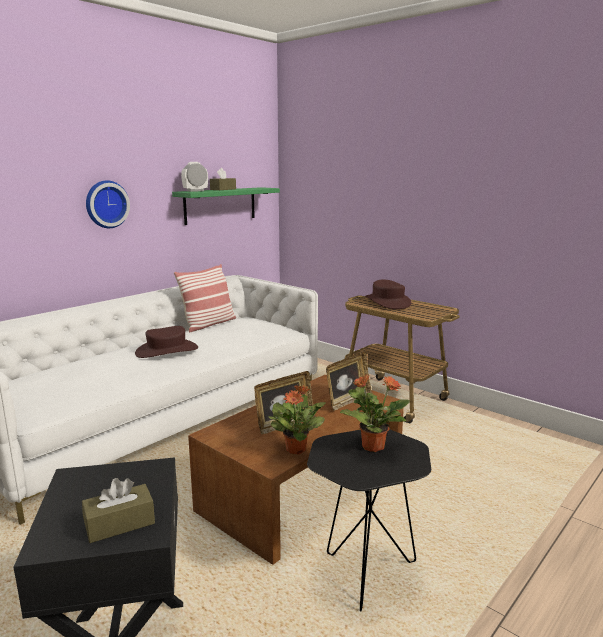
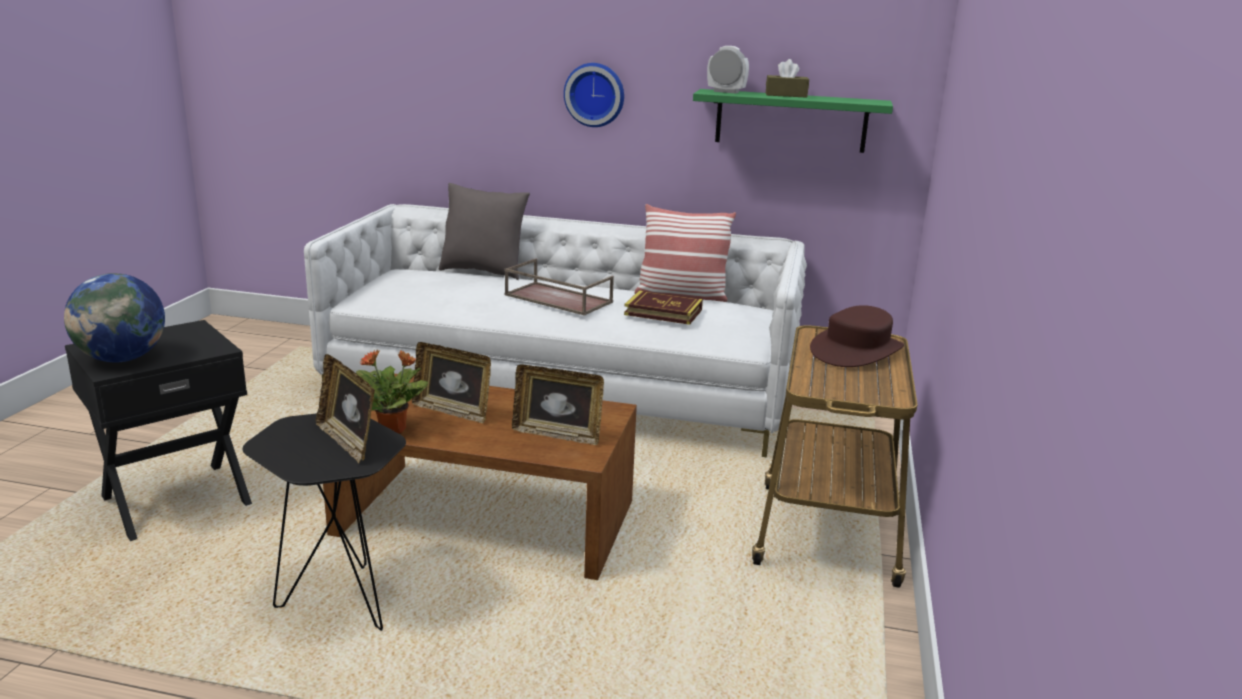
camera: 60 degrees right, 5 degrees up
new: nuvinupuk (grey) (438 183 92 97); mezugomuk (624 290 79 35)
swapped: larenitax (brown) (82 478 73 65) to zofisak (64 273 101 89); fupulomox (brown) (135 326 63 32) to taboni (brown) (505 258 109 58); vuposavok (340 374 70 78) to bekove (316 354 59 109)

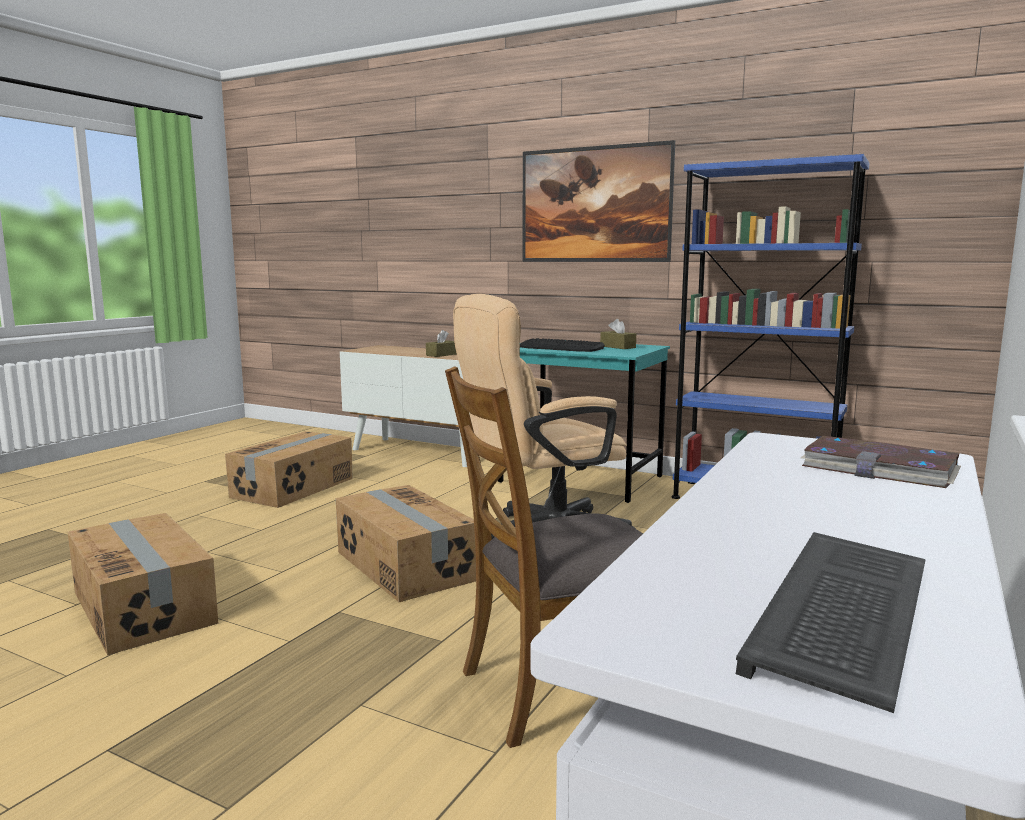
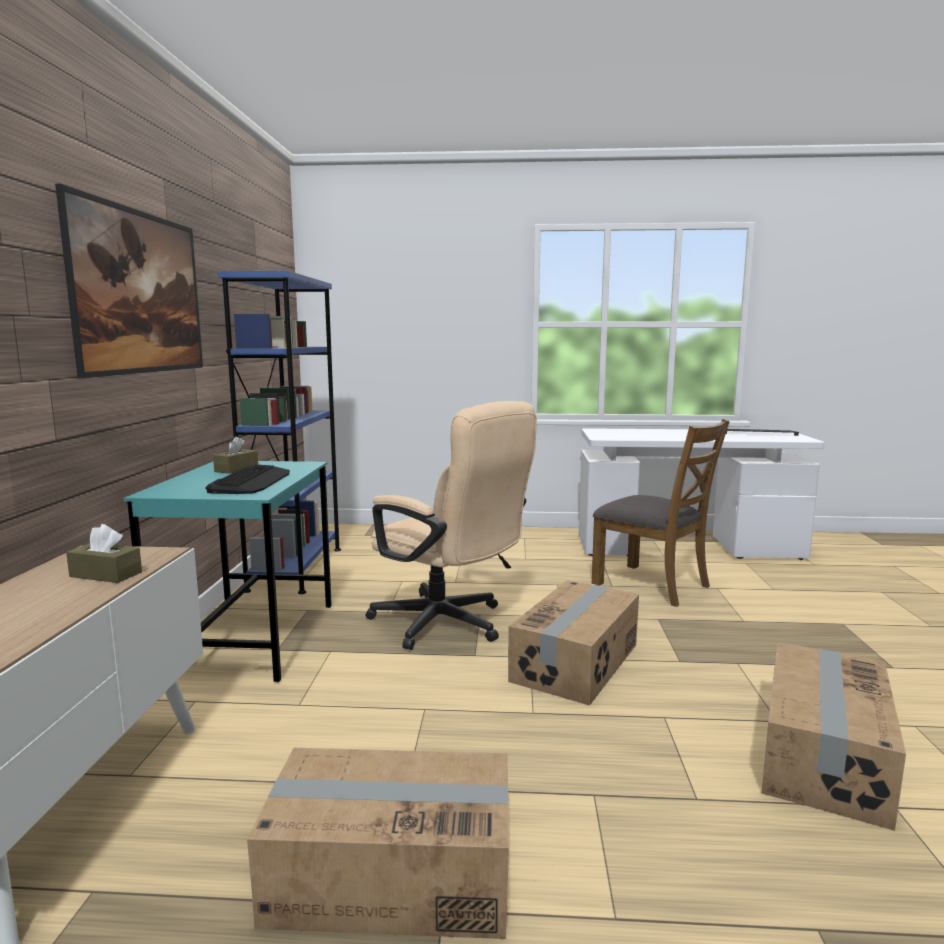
camera: 115 degrees left, 0 degrees up
gone: mezugomuk (801 436 160 52)

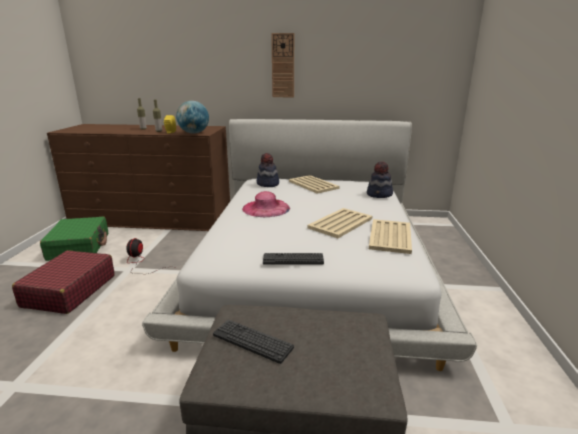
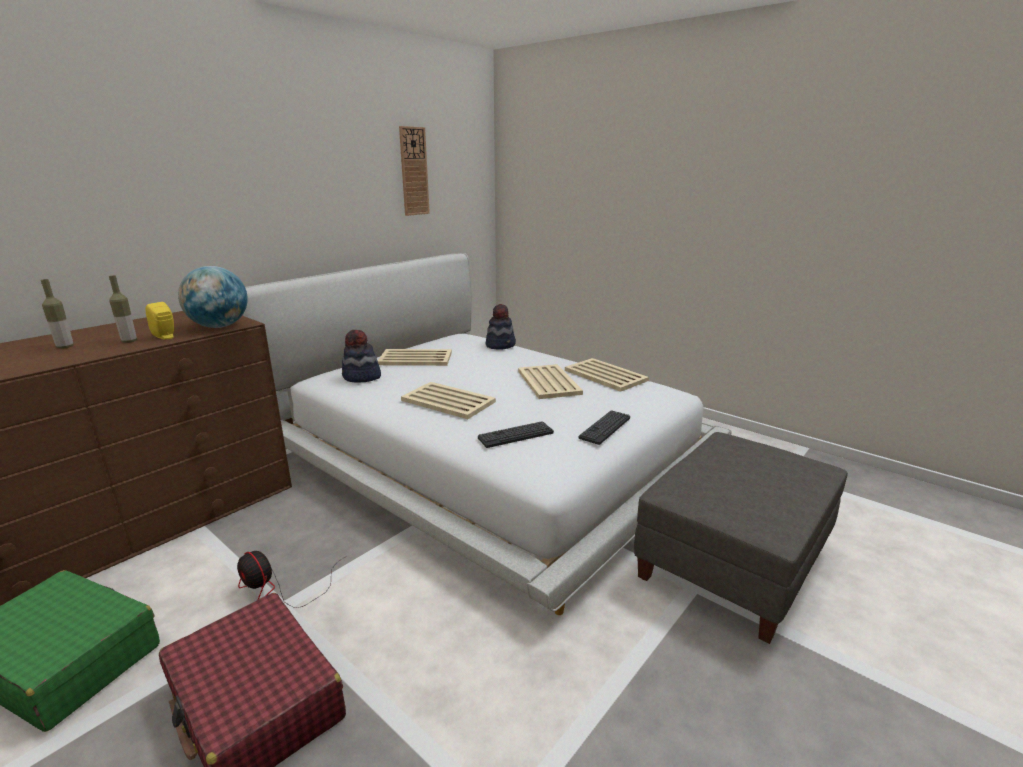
camera: 55 degrees left, 0 degrees up
shifted: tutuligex (213 319 81 45) to (478 421 76 27); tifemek (271 33 23 64) to (399 126 31 90)
swapped: fupulomox (pink) (242 191 48 26) to taboni (beige) (401 382 95 37)

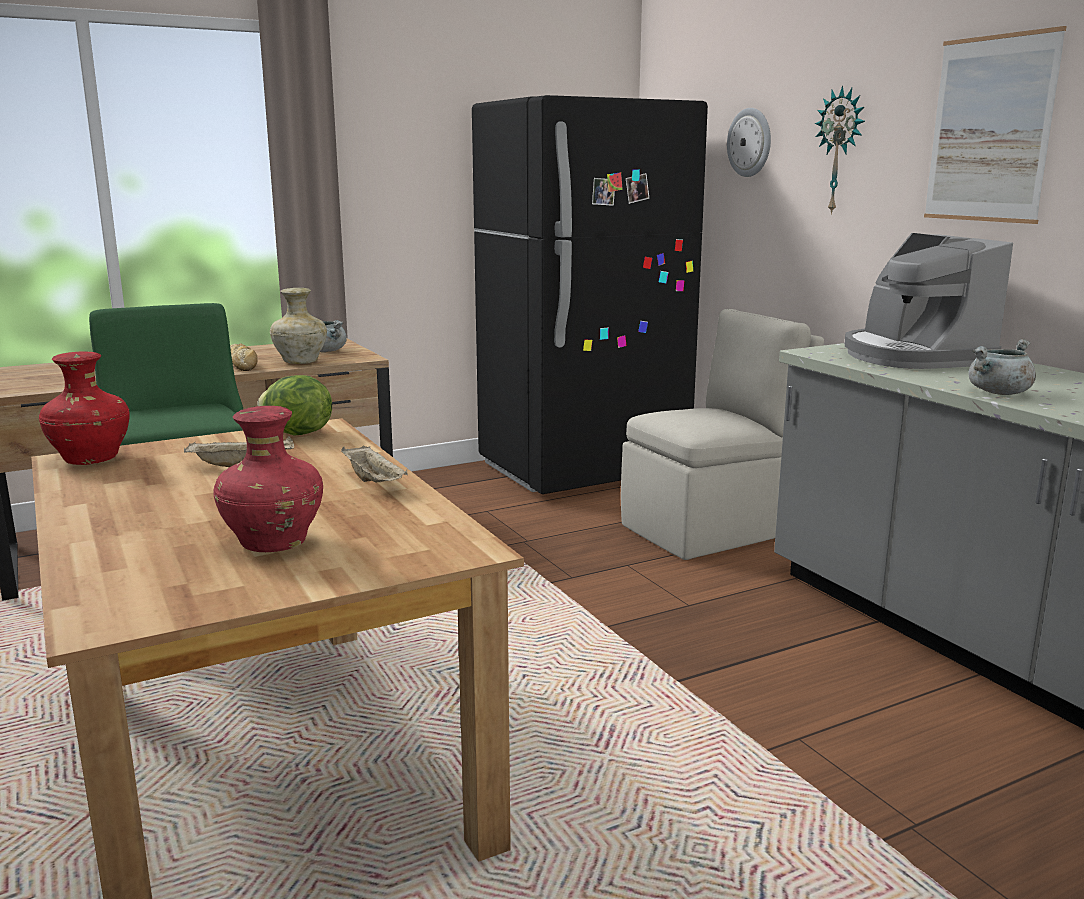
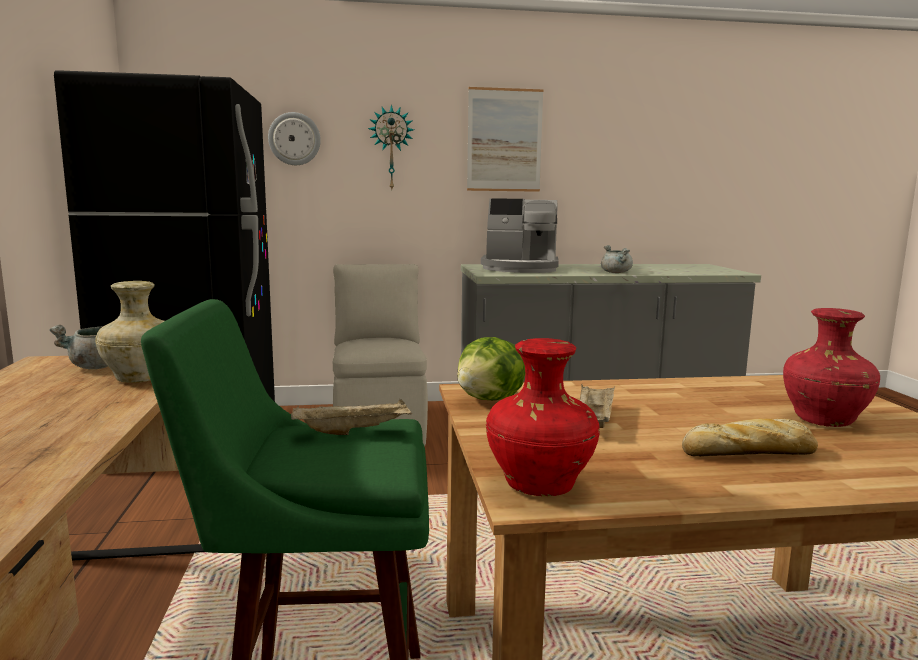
camera: 70 degrees left, 5 degrees down
shifted: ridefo (230 343 28 28) to (682 419 136 37); taboni (beige) (341 446 67 36) to (291 399 121 36)

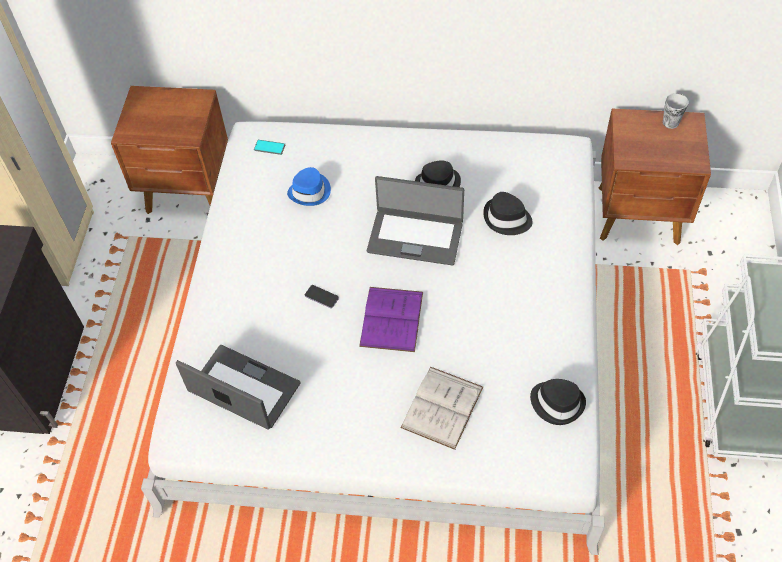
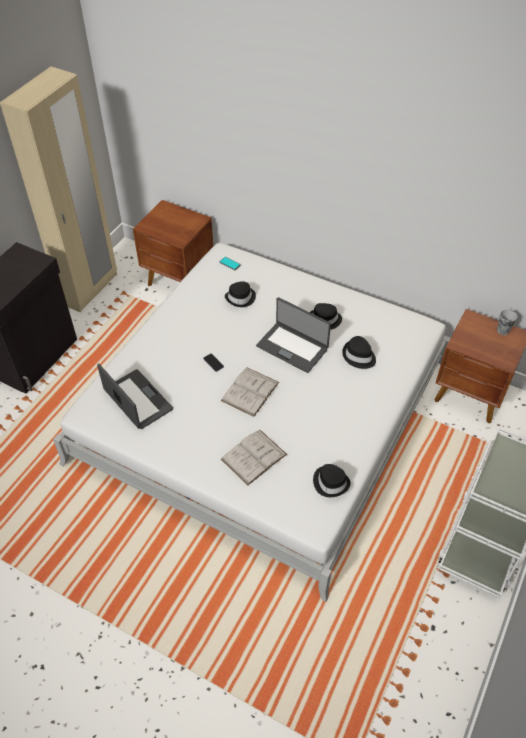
camera: 20 degrees right, 5 degrees down
repainted: fupulomox (blue) (287 167 44 39) to fupulomox (black) (225 281 31 26); mezugomuk (purple) (359 287 64 65) to mezugomuk (white) (221 368 58 49)

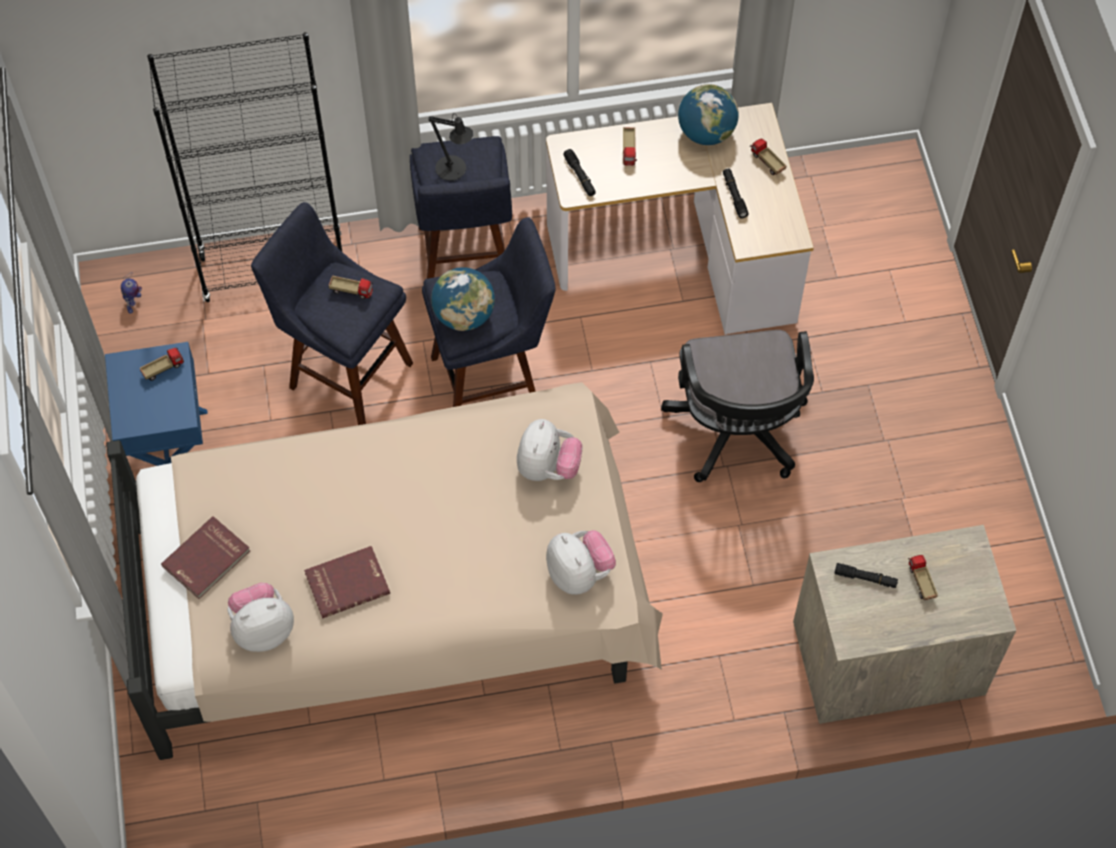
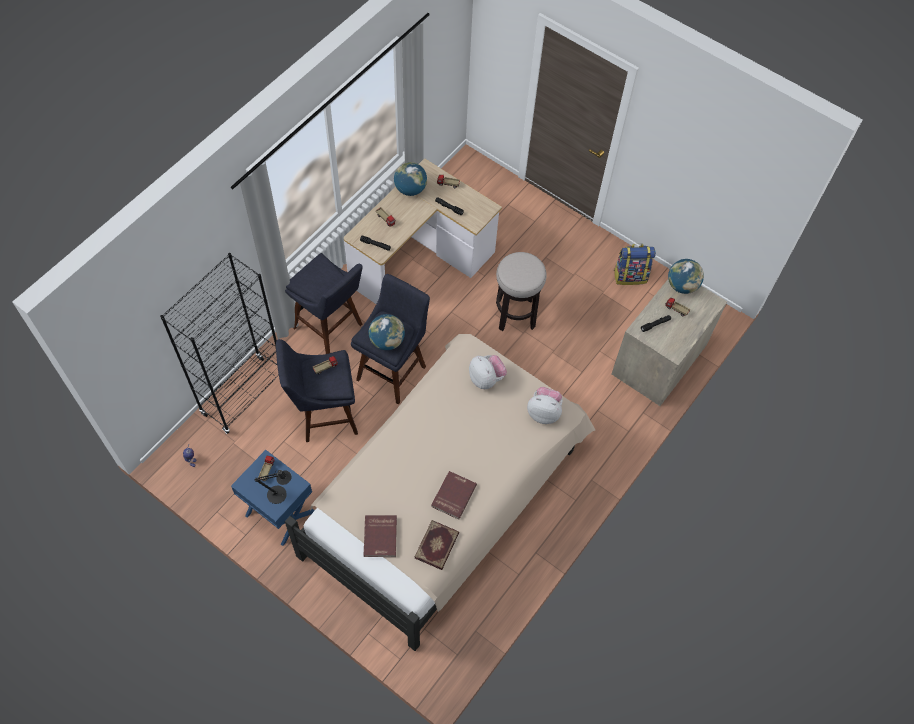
camera: 45 degrees left, 0 degrees up
new: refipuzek (614 244 42 41); zofisak (668 259 36 35)
shifted: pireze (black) (428 113 46 68) to (255 470 37 34)
swapped: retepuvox (228 583 66 69) to mezugomuk (414 520 45 50); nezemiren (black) (661 330 153 152) to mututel (496 252 51 79)

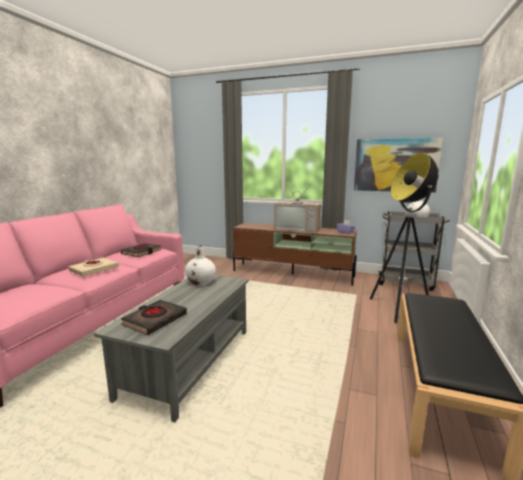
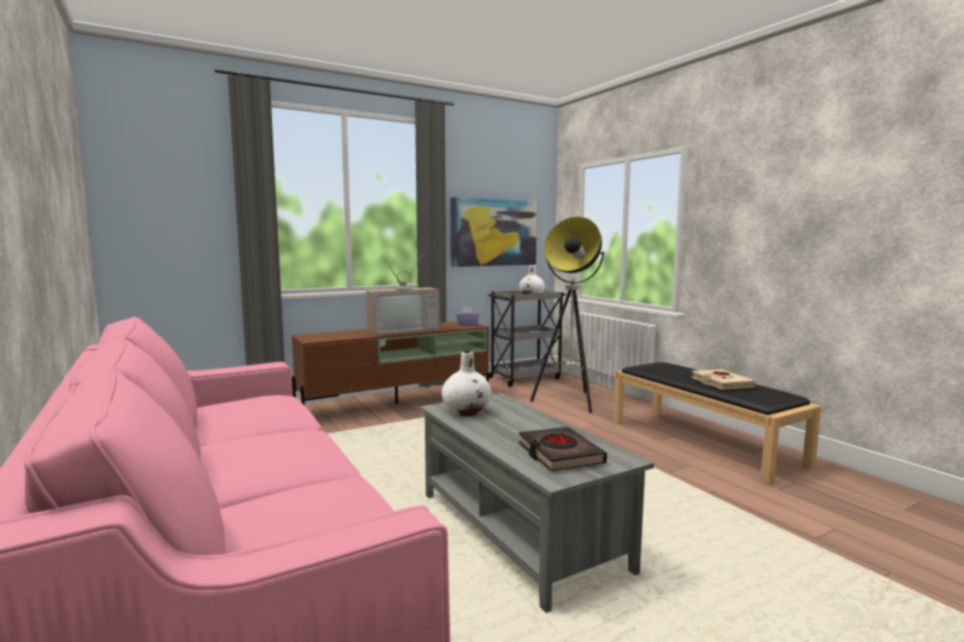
camera: 50 degrees left, 5 degrees down
gone: mezugomuk (black) (120 243 41 14)
shifted: mezugomuk (beige) (68 258 51 19) to (691 369 64 21)

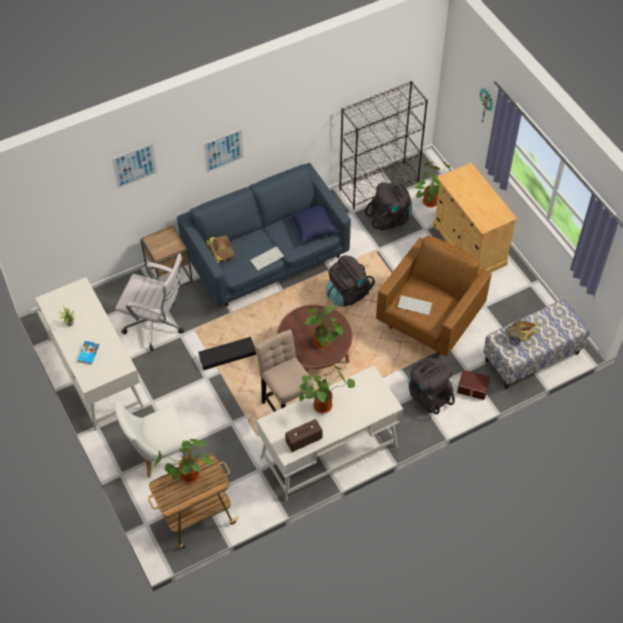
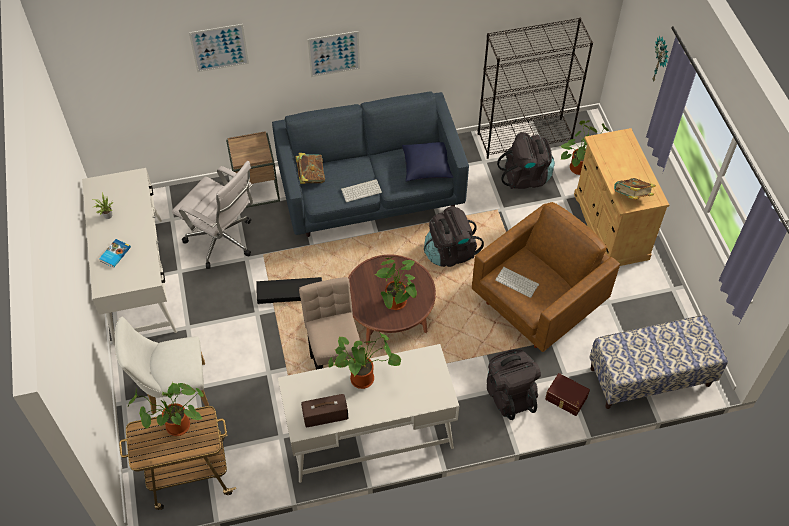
camera: 15 degrees right, 0 degrees up
shifted: mezugomuk (506 320 32 21) to (614 178 42 22)

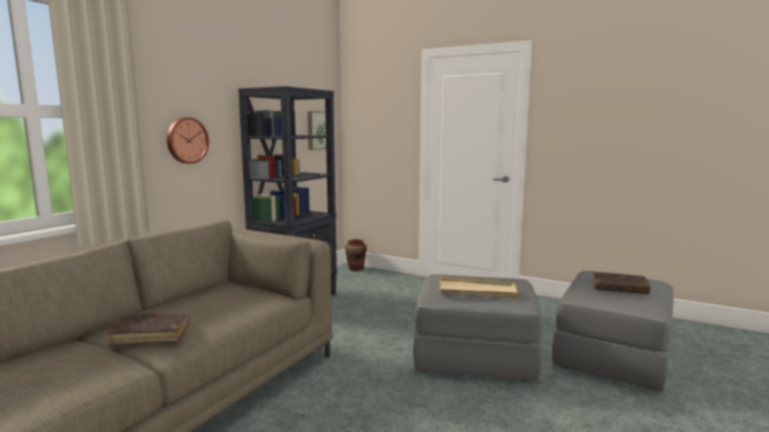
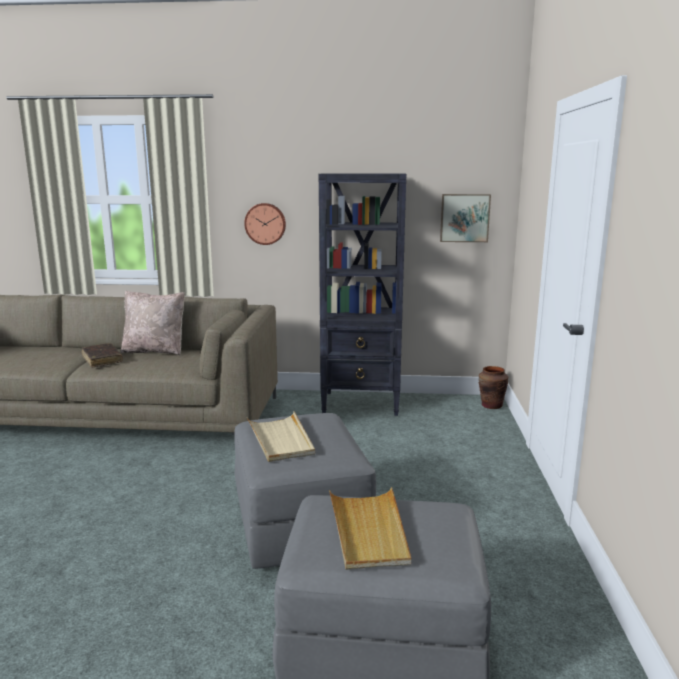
camera: 65 degrees right, 5 degrees up
new: nuvinupuk (beige) (120 291 65 64)
swapped: mezugomuk (brown) (592 272 59 22) to taboni (beige) (329 487 82 83)

